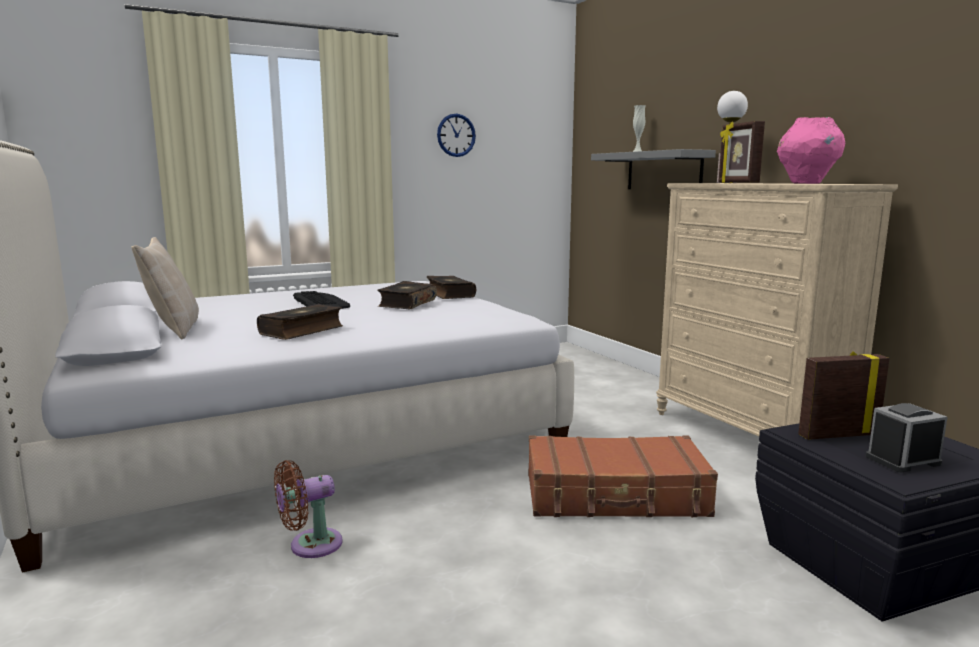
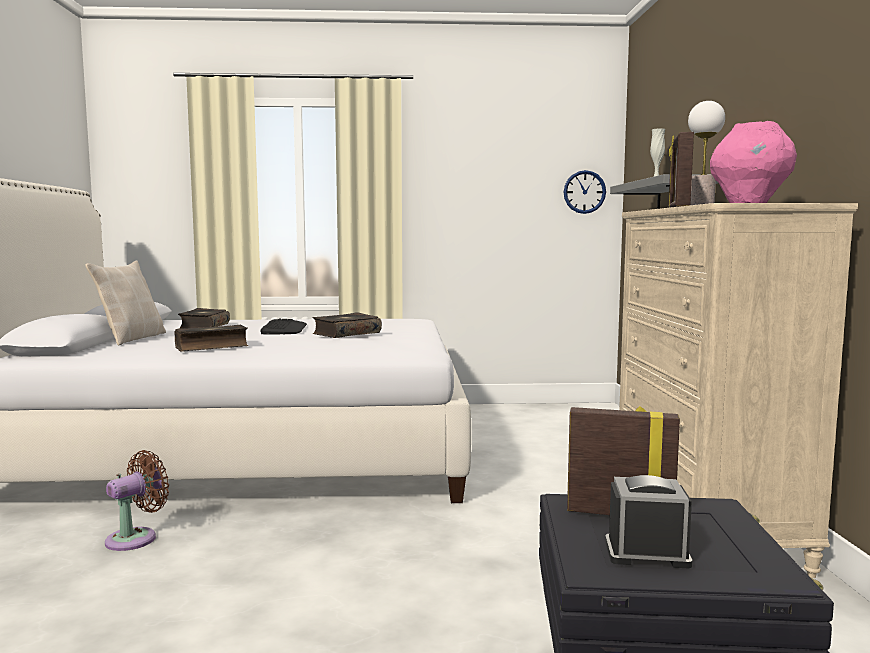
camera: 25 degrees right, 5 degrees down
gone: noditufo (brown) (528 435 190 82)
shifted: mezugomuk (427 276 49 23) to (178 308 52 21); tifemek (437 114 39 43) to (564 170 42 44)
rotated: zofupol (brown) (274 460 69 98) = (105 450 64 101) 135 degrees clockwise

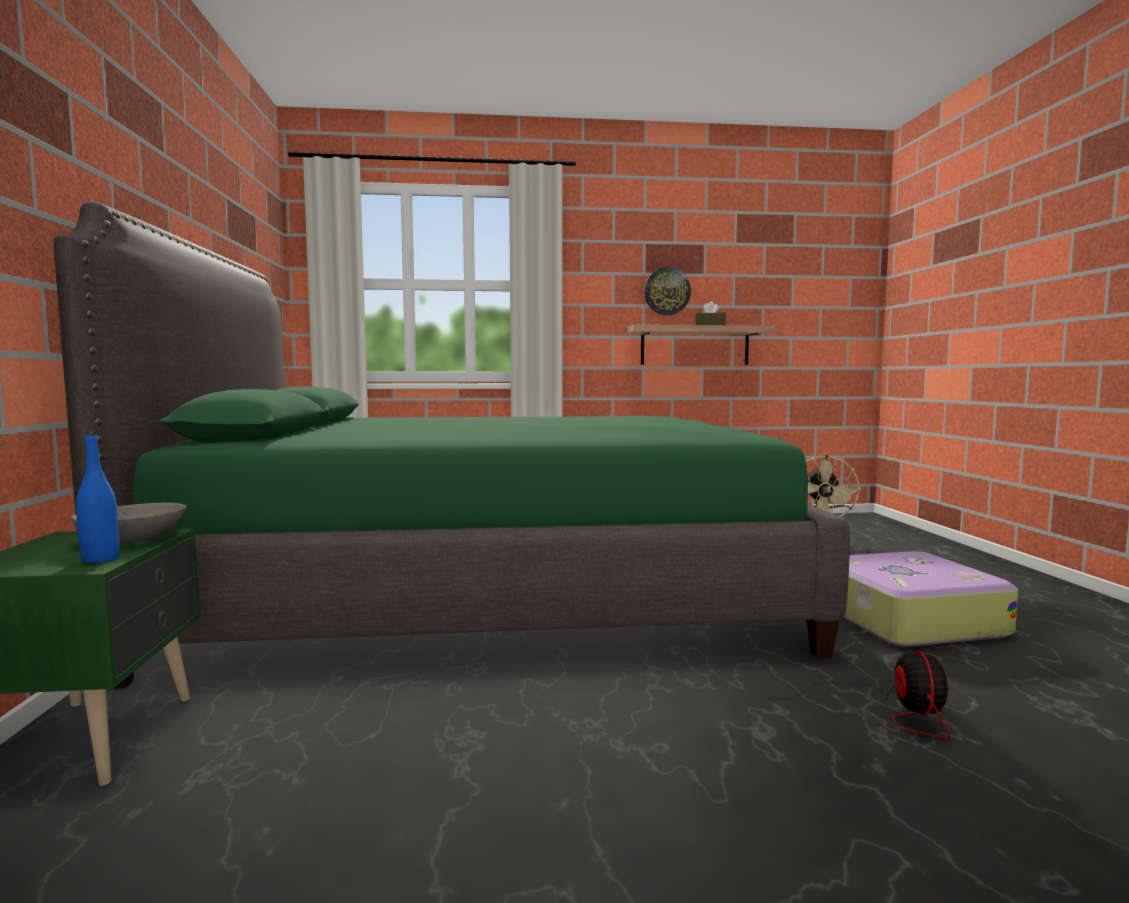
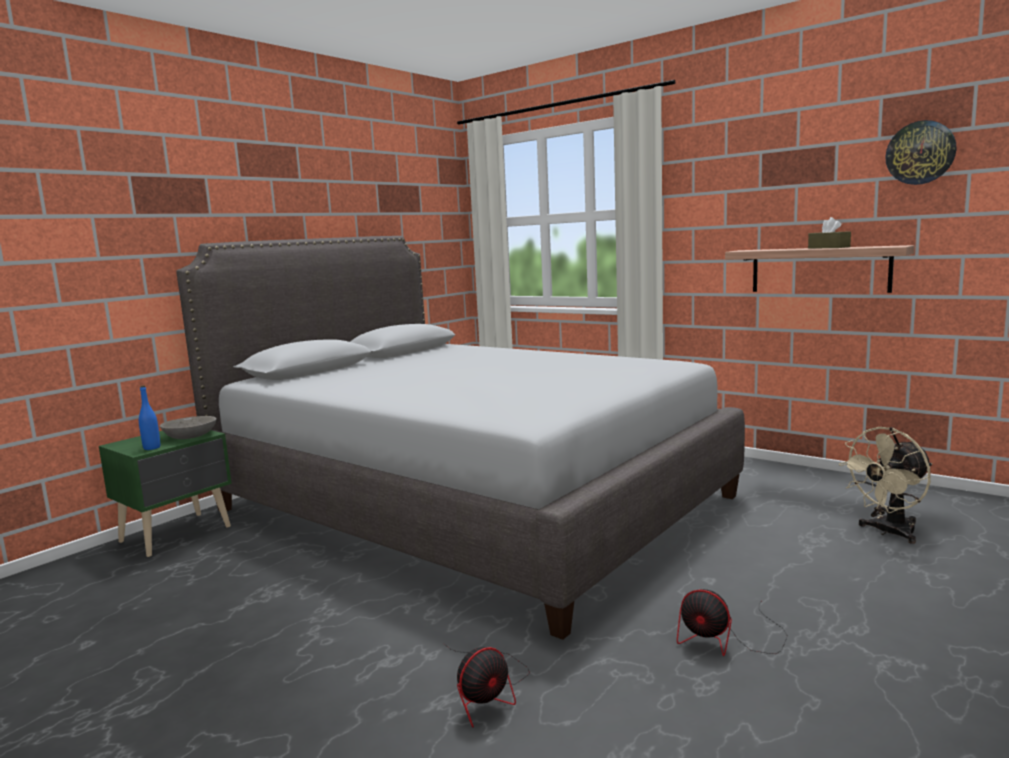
camera: 45 degrees right, 5 degrees up
shifted: tifemek (644 267 47 48) to (885 120 72 65)
swapped: noditufo (844 551 174 96) to zofupol (677 589 111 67)
repainted: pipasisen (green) (53 201 797 488) to pipasisen (grey) (176 236 569 404)

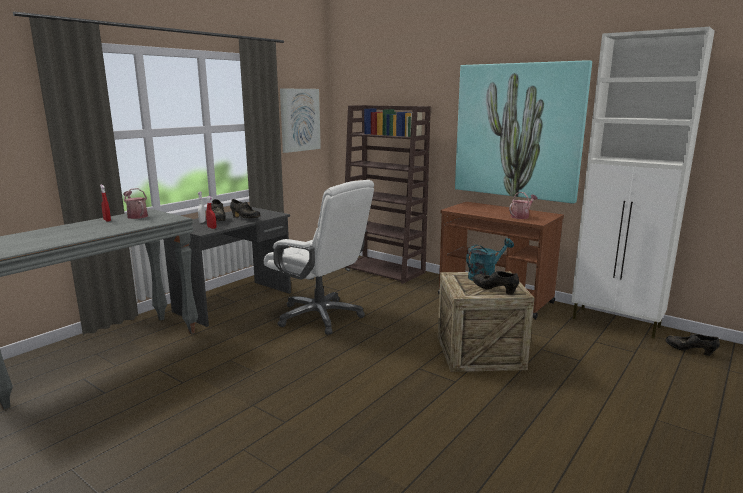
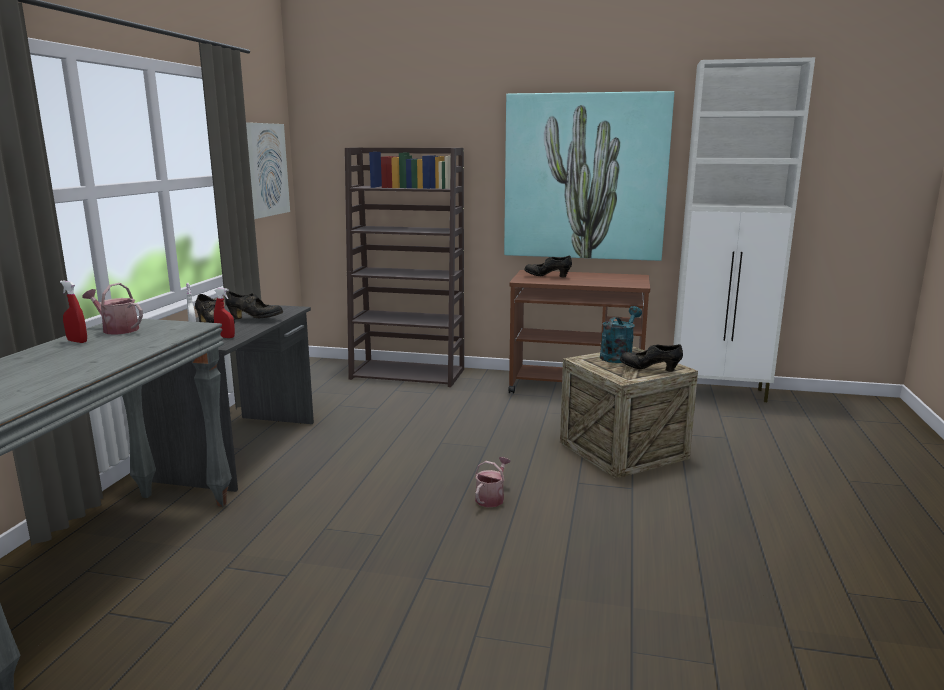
camera: 25 degrees left, 0 degrees up
gone: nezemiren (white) (264 180 110 155)
shifted: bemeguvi (509 192 29 27) to (475 457 36 51); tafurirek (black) (665 334 55 22) to (524 255 48 22)

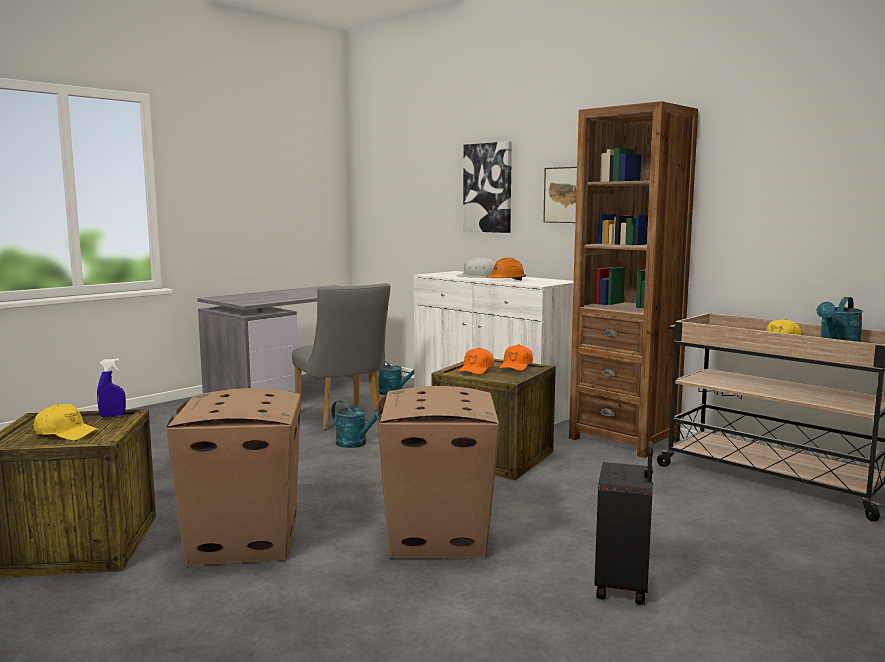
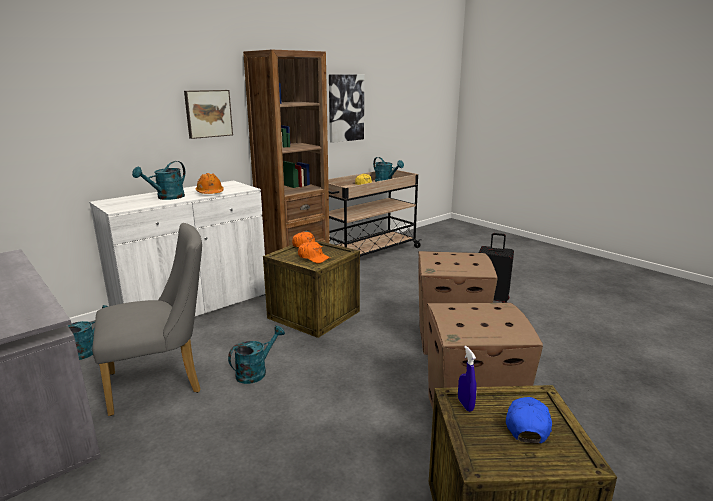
camera: 85 degrees left, 10 degrees up
shifted: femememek (463 141 49 92) to (329 75 35 68)
swapped: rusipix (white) (457 257 38 21) to bemeguvi (turquoise) (132 161 53 39)
repainted: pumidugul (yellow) (34 404 65 36) to pumidugul (blue) (506 397 46 46)

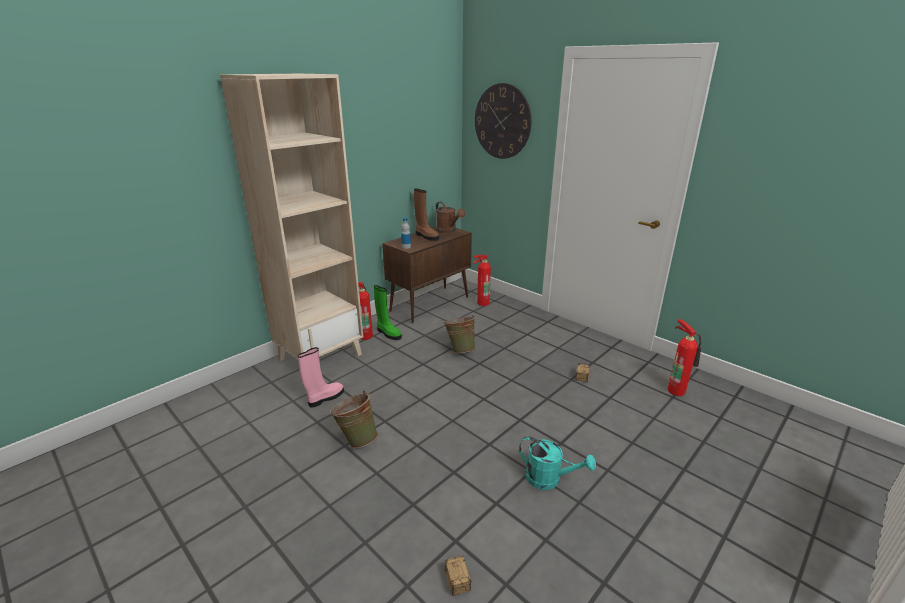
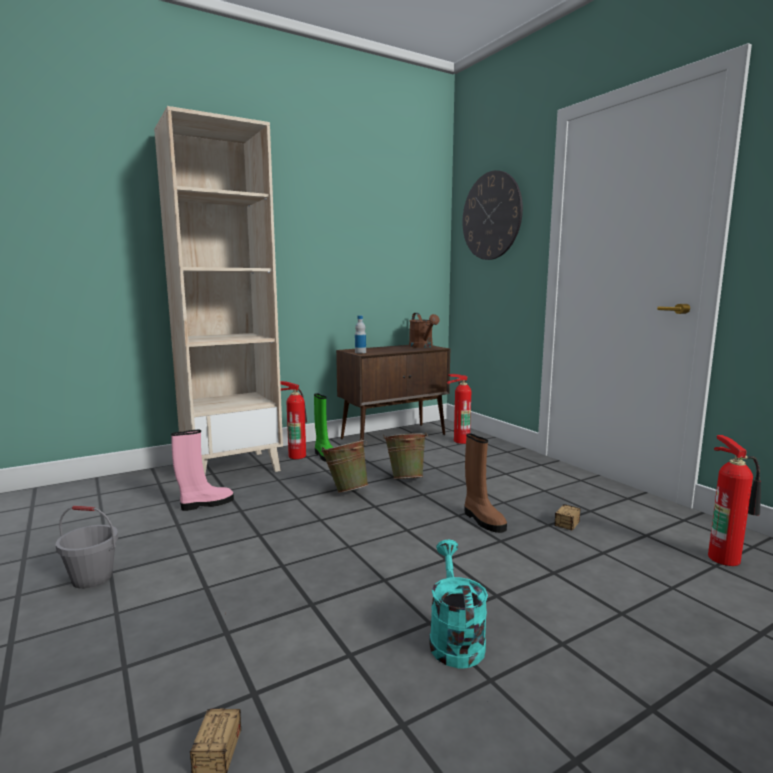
camera: 15 degrees right, 15 degrees down
new: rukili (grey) (56 506 62 83)
shifted: rukili (green) (330 391 48 57) to (321 438 48 55); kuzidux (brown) (414 188 25 53) to (464 433 43 100)
rotated: bemeguvi (turquoise) (519 436 77 54) = (429 540 59 129) 135 degrees counterclockwise

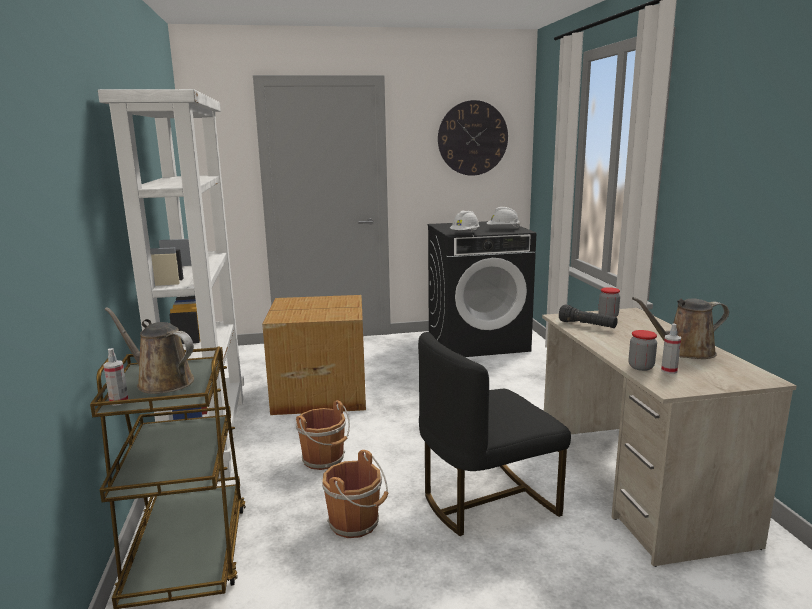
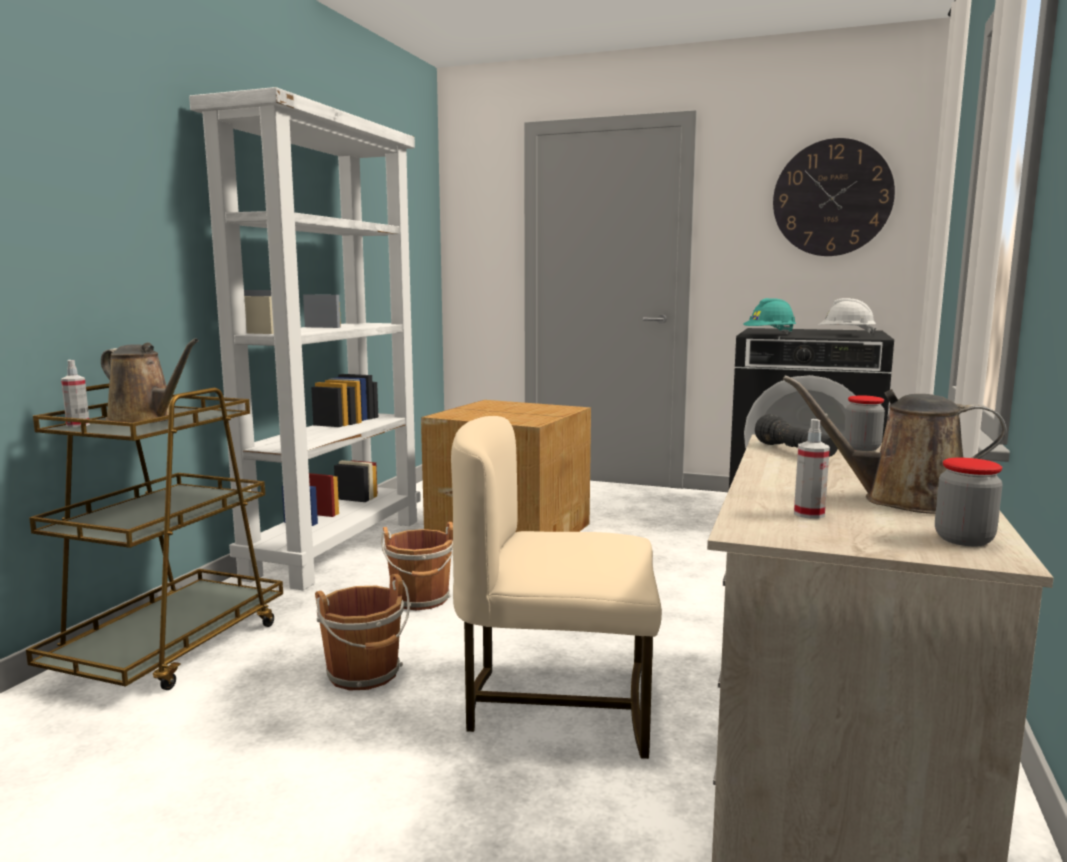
camera: 30 degrees right, 5 degrees down
shifted: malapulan (629 330 28 41) to (935 458 68 88)
repainted: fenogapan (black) (418 332 153 204) to fenogapan (beige) (451 416 211 343); rusipix (white) (450 210 29 22) to rusipix (turquoise) (743 298 53 36)
rotated: bemeguvi (brown) (105 307 89 87) = (101 338 98 85) 150 degrees clockwise

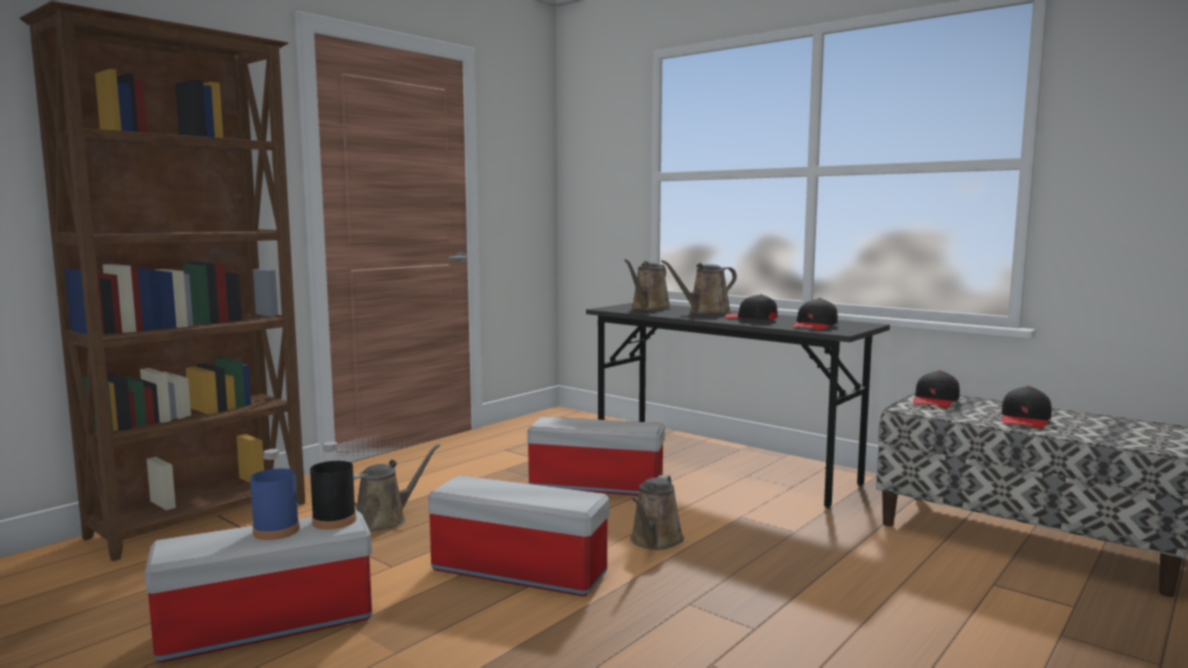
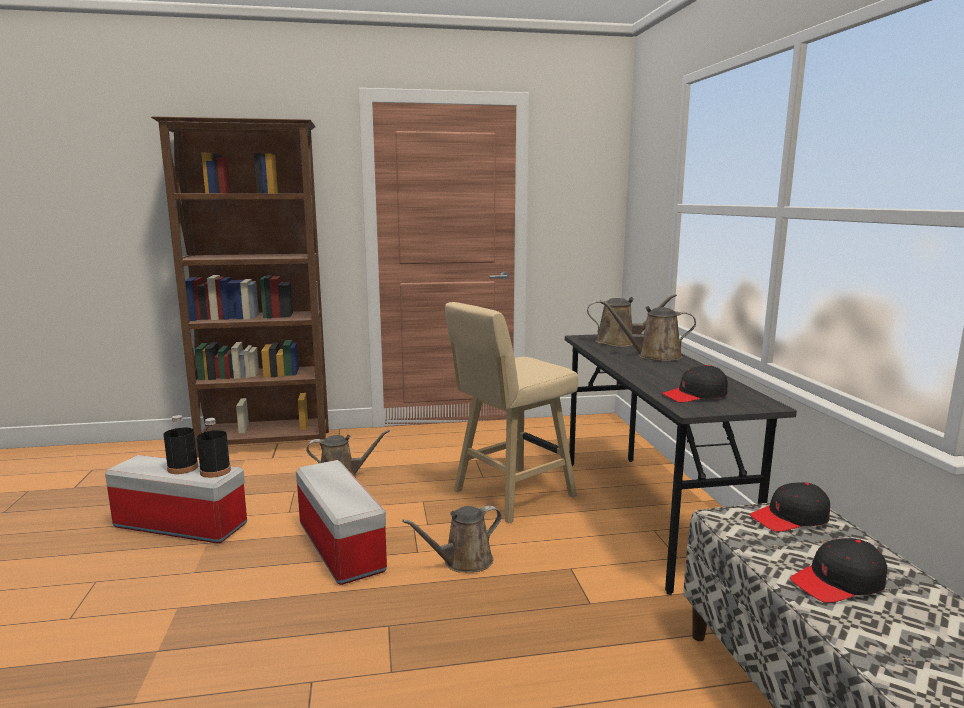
camera: 40 degrees right, 5 degrees up
gone: pumidugul (black) (725 294 53 26)
swapped: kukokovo (527 416 138 80) to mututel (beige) (445 302 133 221)
repainted: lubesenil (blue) (250 449 49 91) to lubesenil (black) (163 415 35 59)
rotated: bemeguvi (brown) (624 259 47 51) = (587 294 90 53) 150 degrees counterclockwise

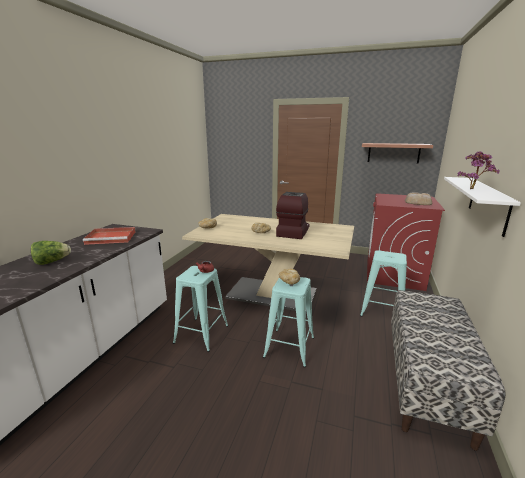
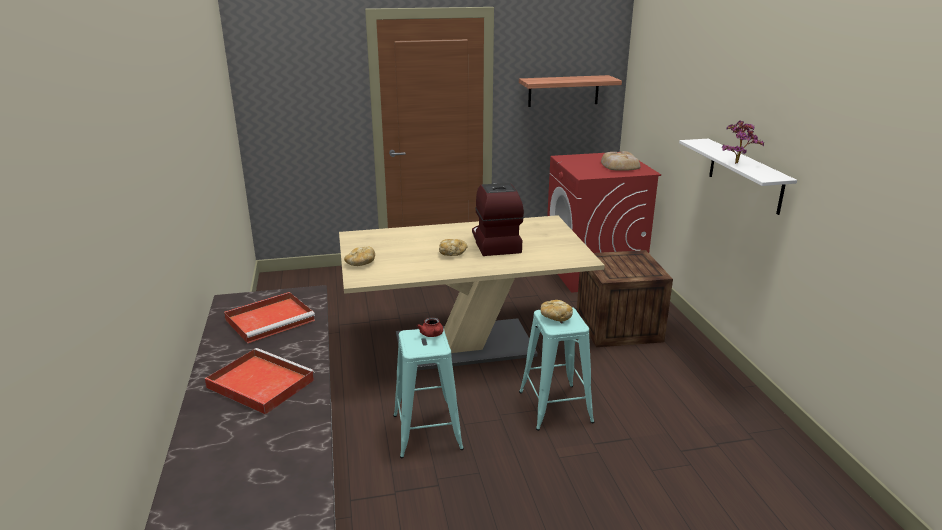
camera: 30 degrees left, 5 degrees up
gone: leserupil (391 290 114 161)
swapped: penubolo (31 241 40 24) to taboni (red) (205 348 110 67); mututel (turquoise) (360 250 47 67) to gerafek (577 250 96 97)

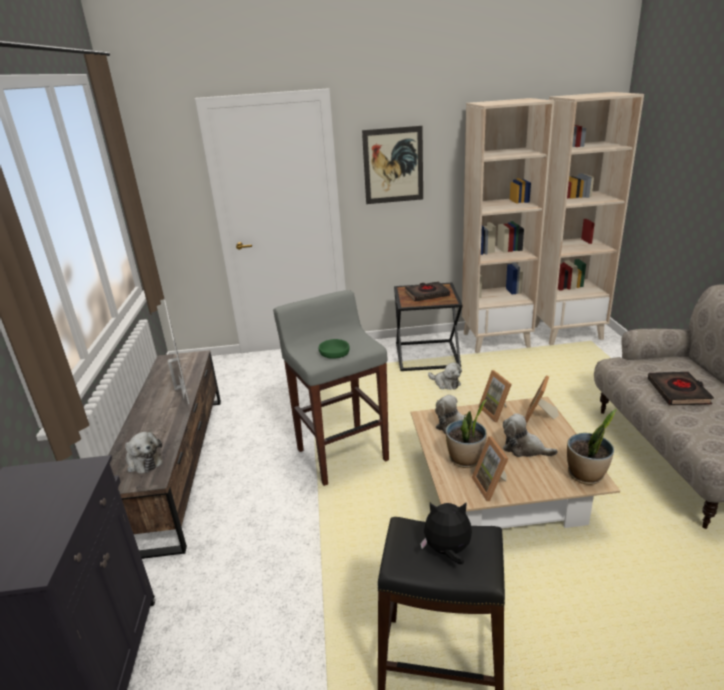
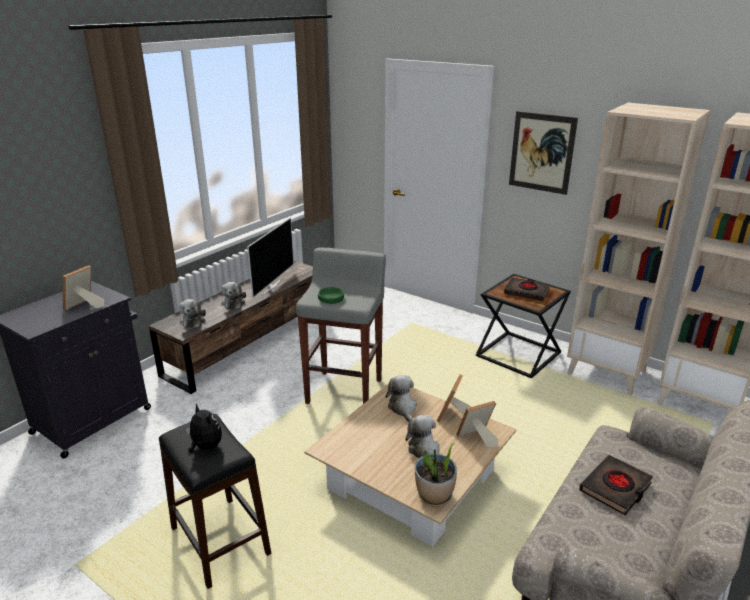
camera: 40 degrees right, 0 degrees up
gone: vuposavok (446 399 41 69)
shifted: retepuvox (428 362 34 28) to (221 282 25 27); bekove (472 436 36 65) to (63 265 42 46)

